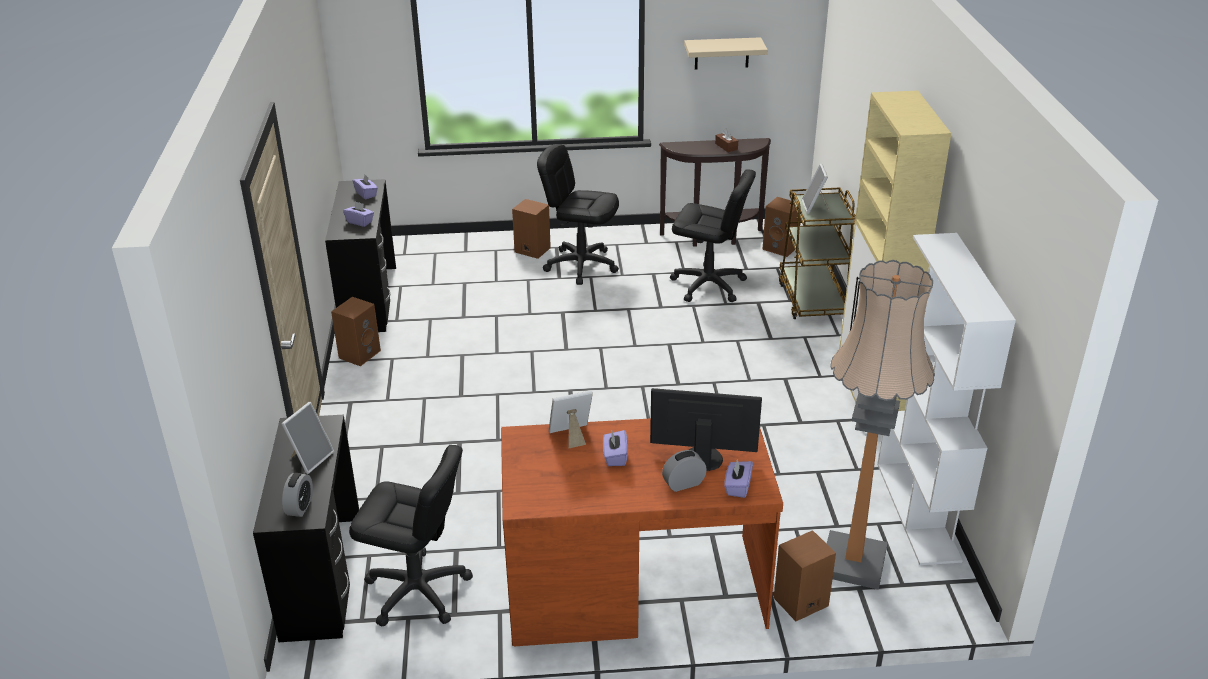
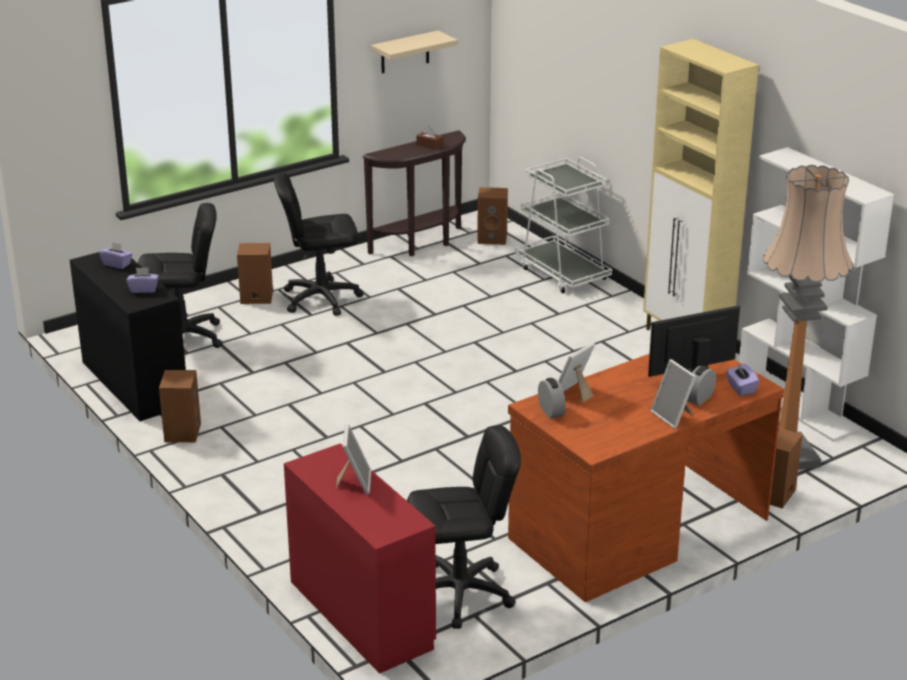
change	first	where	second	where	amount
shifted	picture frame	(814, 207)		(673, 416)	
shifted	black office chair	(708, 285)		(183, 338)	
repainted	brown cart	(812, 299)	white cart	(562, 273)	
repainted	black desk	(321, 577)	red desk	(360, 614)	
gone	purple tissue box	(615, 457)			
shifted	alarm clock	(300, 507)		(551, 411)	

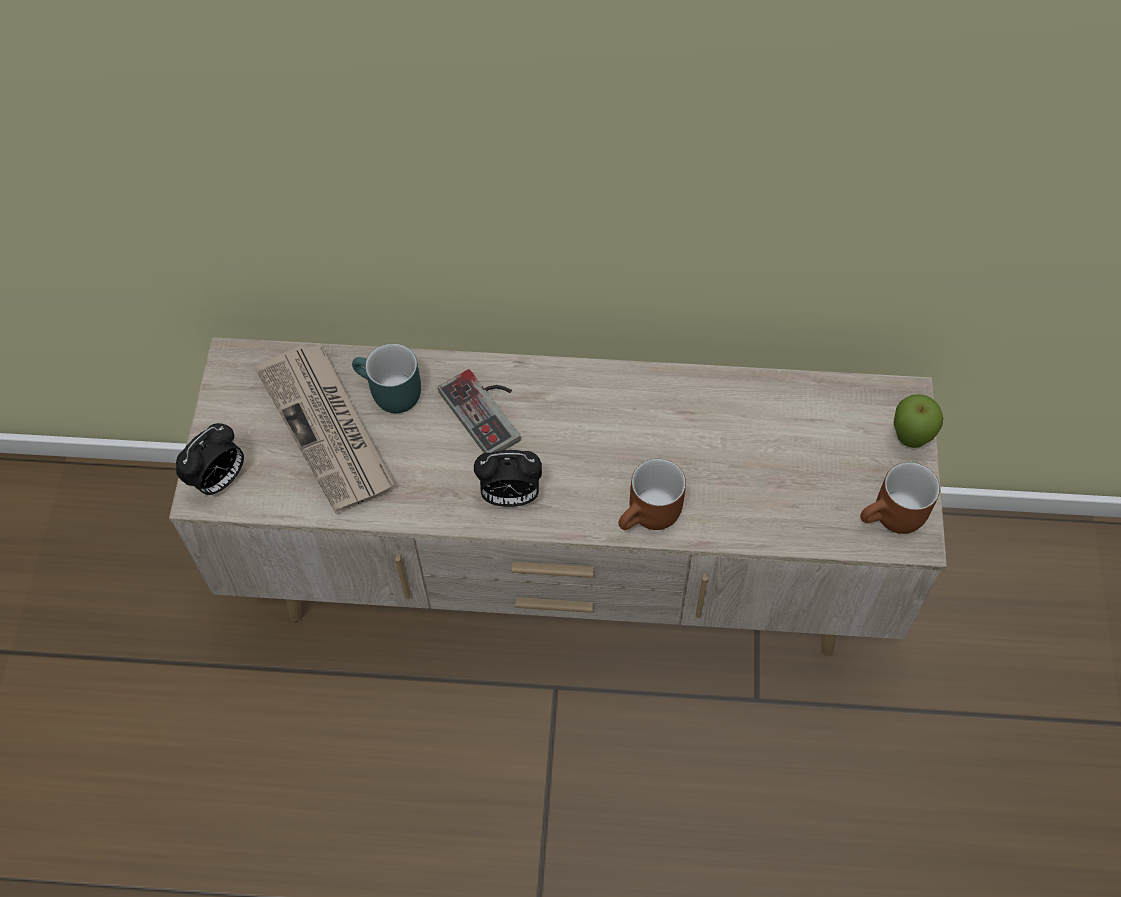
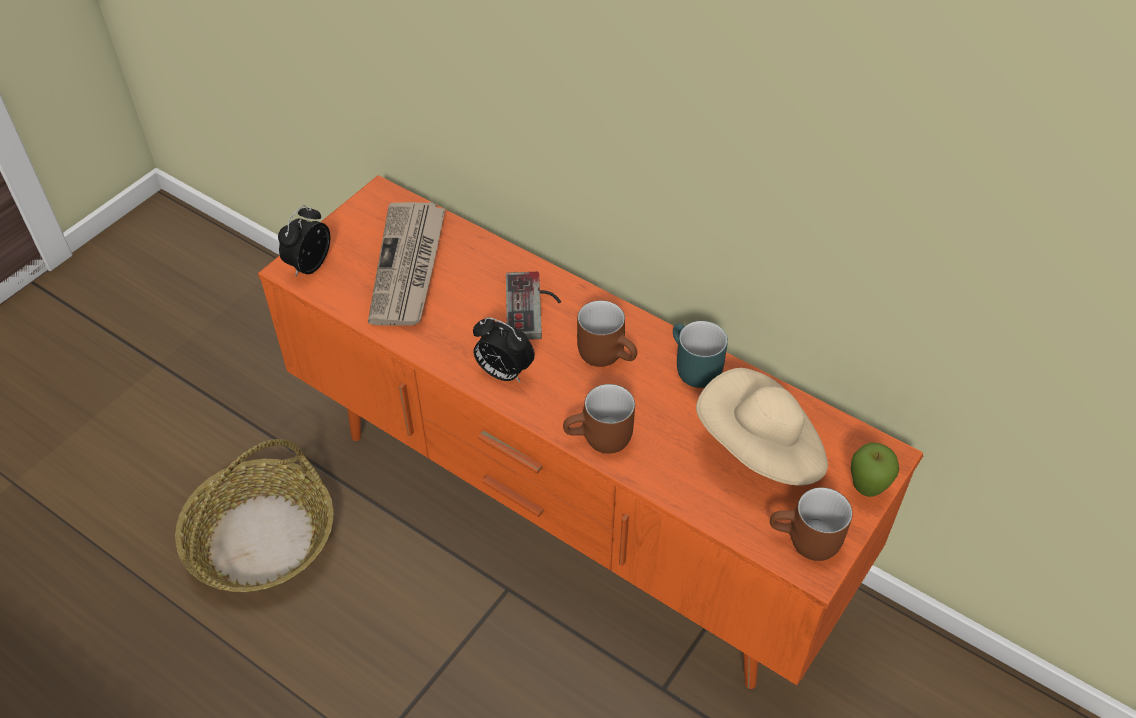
change	first	where	second	where	amount
repainted	beige tv stand	(563, 583)	orange tv stand	(568, 516)	
shifted	turquoise mug	(388, 395)		(691, 369)	
rotated	alarm clock	(219, 480)		(309, 265)	135 degrees clockwise
new			brown mug	(608, 353)	
new			beige hat	(761, 450)	
new			basket	(261, 538)	

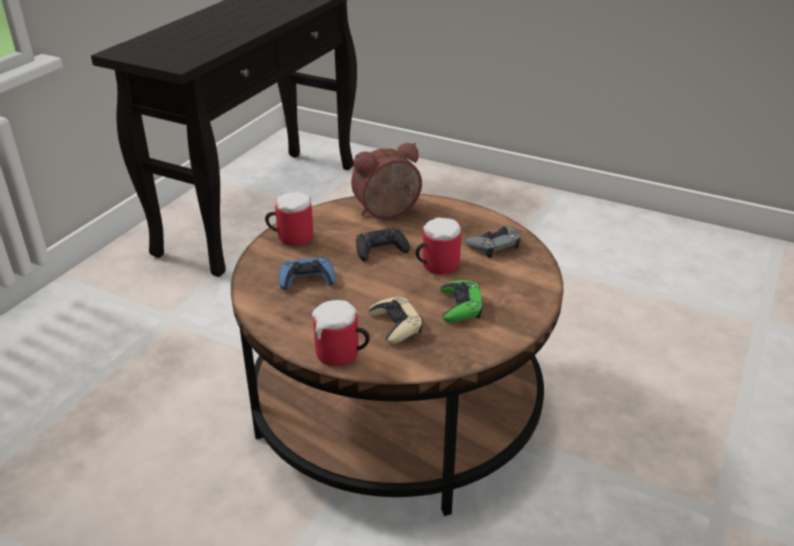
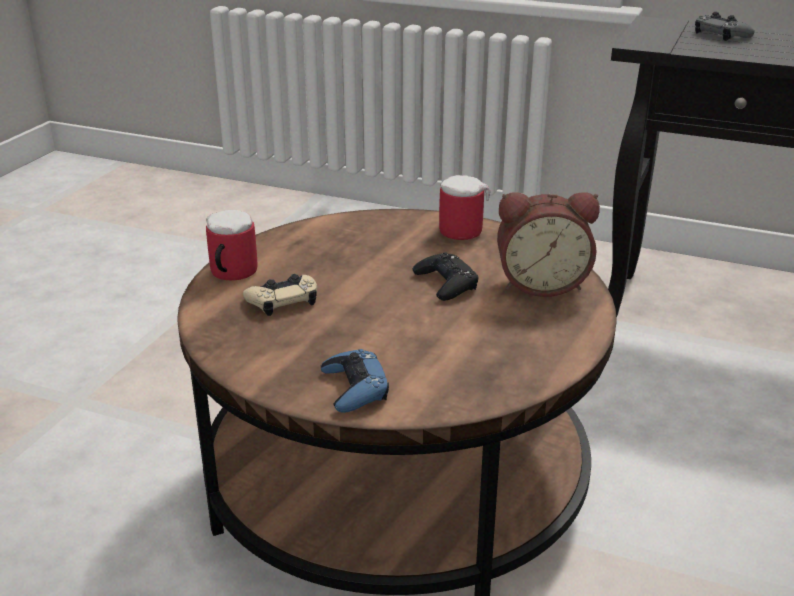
change	first	where	second	where	amount
rotated	alarm clock	(388, 213)		(541, 284)	120 degrees clockwise
gone	mug	(435, 266)			
shifted	grey game controller	(494, 245)		(721, 34)	
shifted	blue game controller	(307, 279)		(355, 388)	
gone	green game controller	(460, 306)			

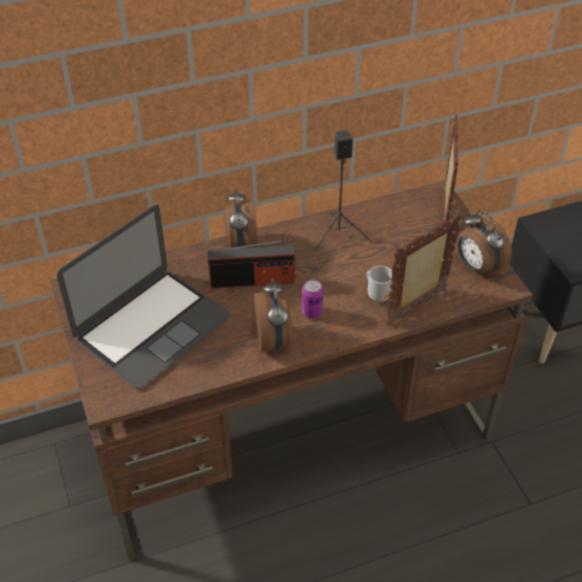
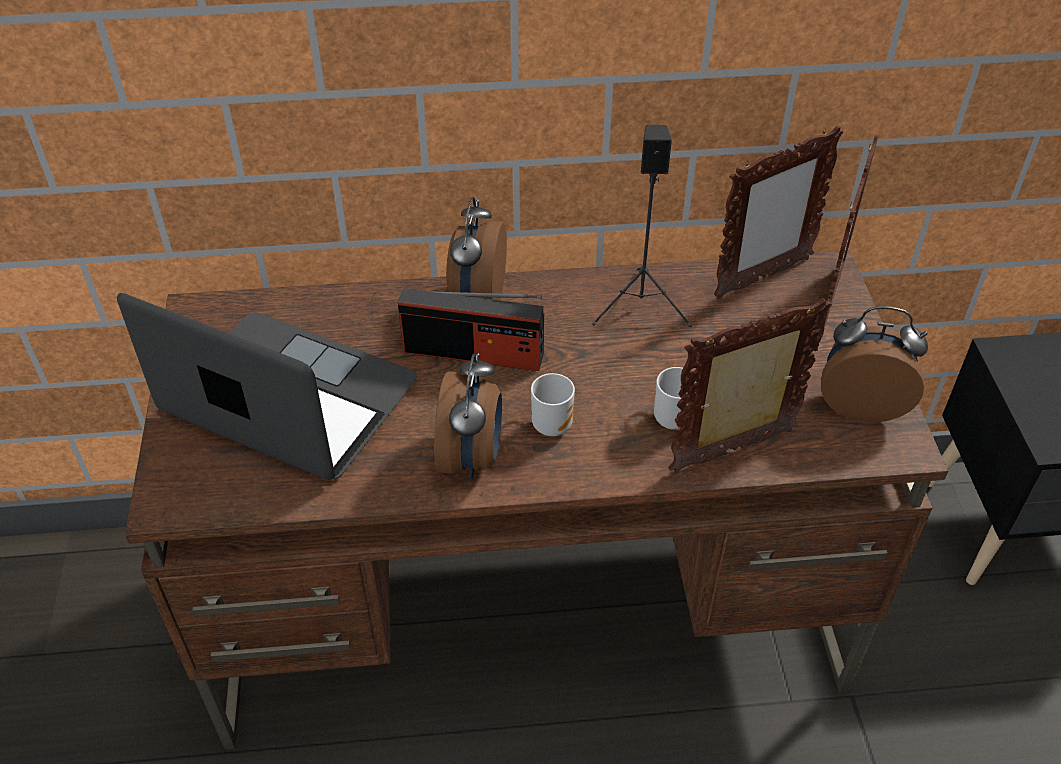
change	first	where	second	where	amount
rotated	laptop	(152, 327)		(288, 397)	120 degrees counterclockwise
rotated	alarm clock	(477, 267)		(861, 403)	120 degrees clockwise
swapped	can	(312, 312)	mug	(551, 424)	
new			picture frame	(762, 278)	

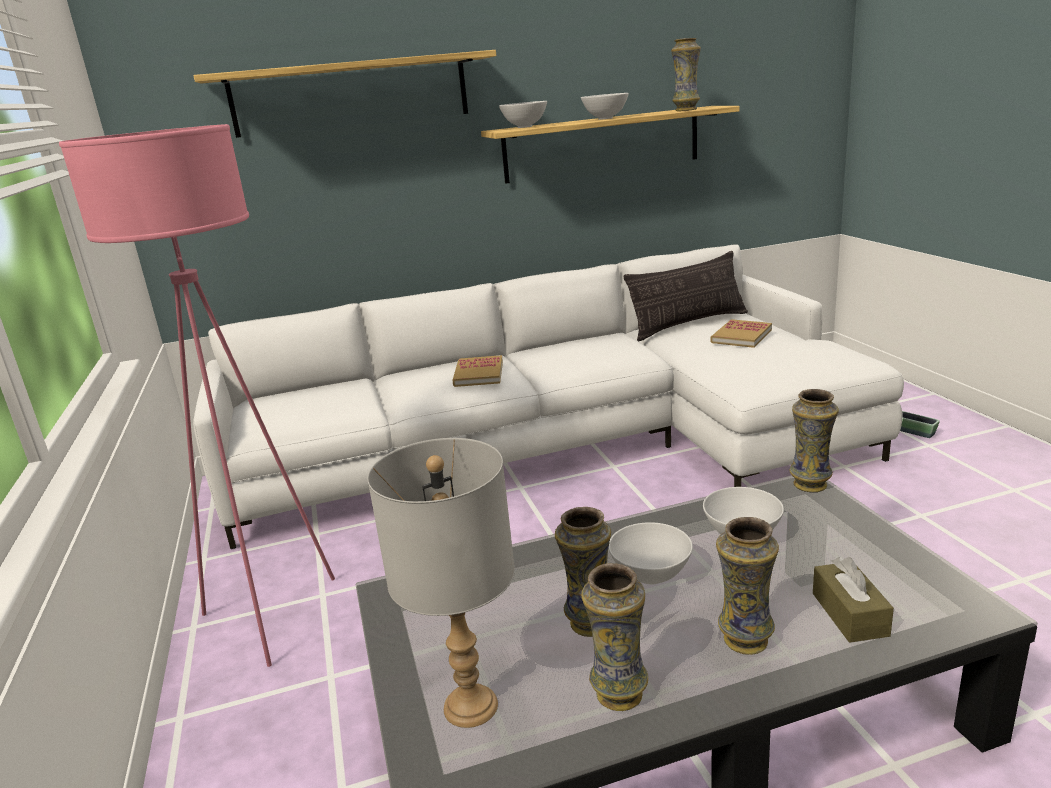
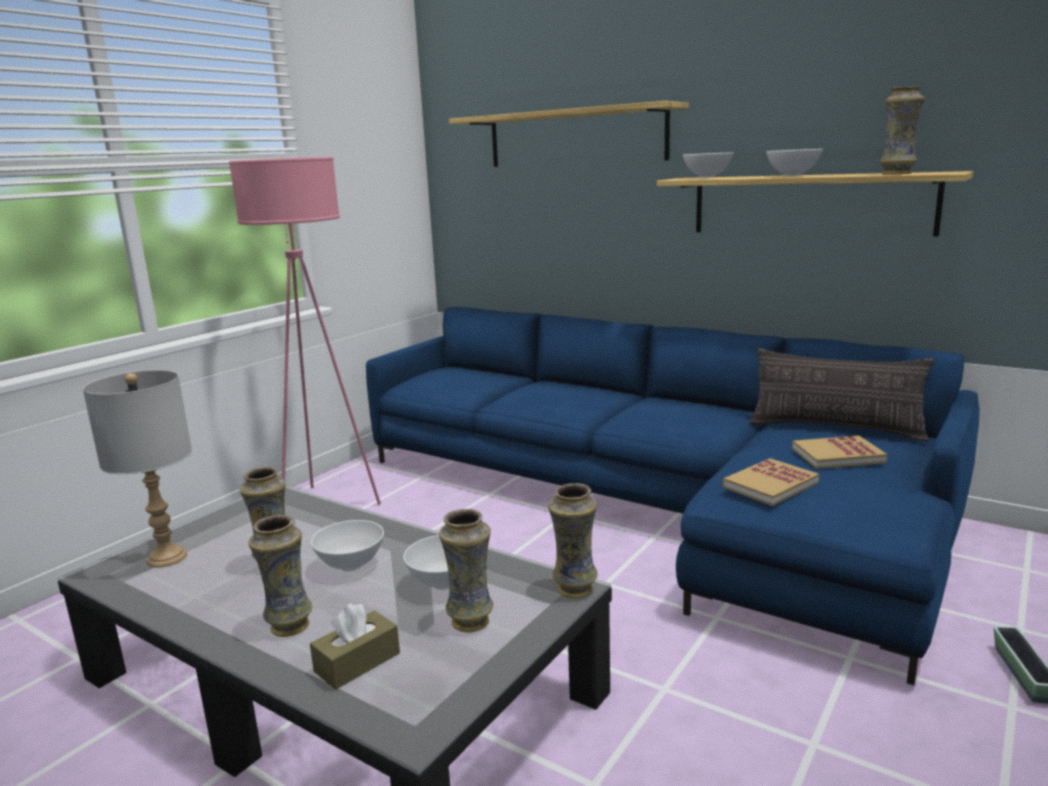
change	first	where	second	where	amount
repainted	white sofa	(564, 448)	blue sofa	(652, 505)	
shifted	book	(478, 374)		(770, 485)	
shifted	vase	(618, 693)		(471, 621)	

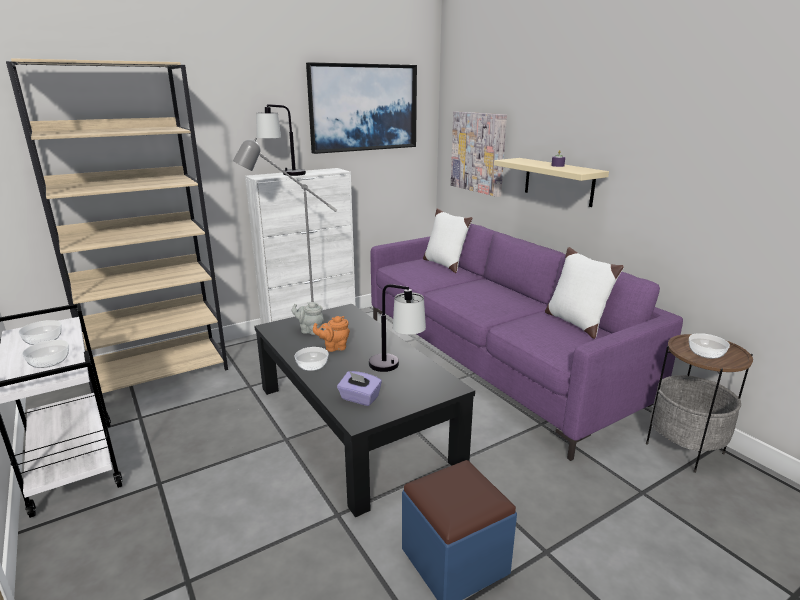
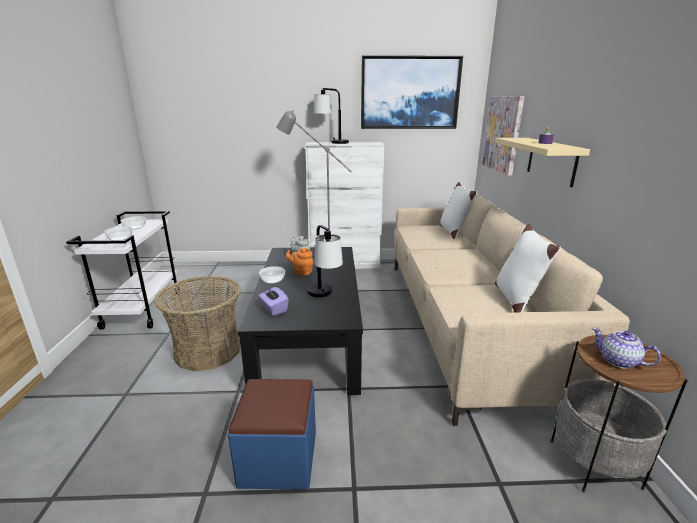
change	first	where	second	where	amount
gone	beige bookcase	(160, 372)			
repainted	purple sofa	(491, 360)	beige sofa	(463, 321)	
swapped	bowl	(706, 354)	teapot	(619, 361)	
new			basket	(208, 351)	

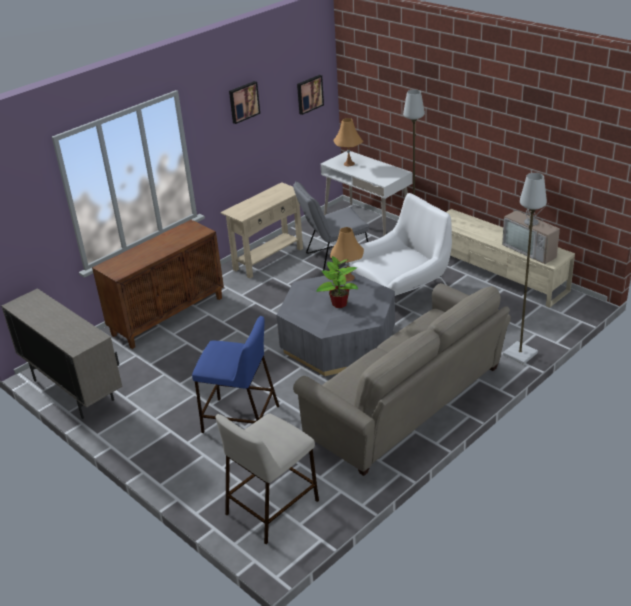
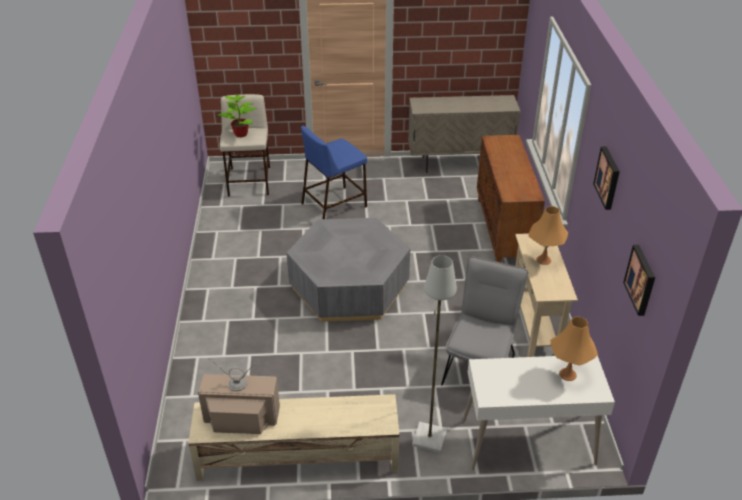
change	first	where	second	where	amount
gone	grey floor lamp	(520, 354)			
gone	white armchair	(400, 293)			
shifted	orange table lamp	(348, 277)		(543, 260)	
shifted	potted plant	(339, 303)		(241, 134)	
gone	beige sofa	(410, 405)			

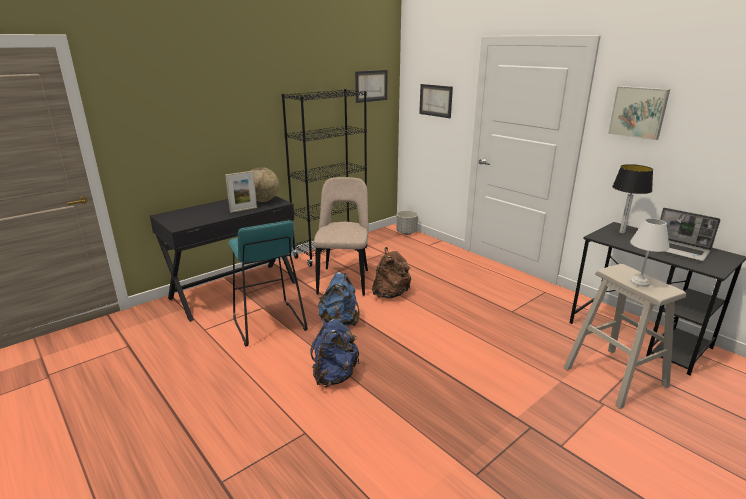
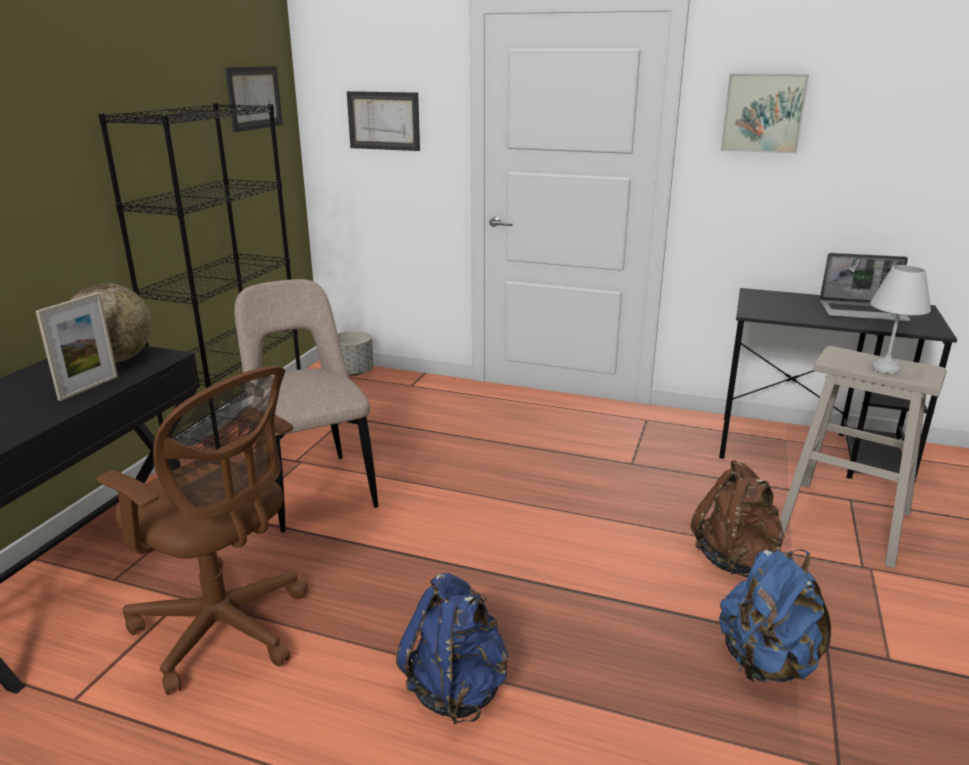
change	first	where	second	where	amount
gone	table lamp	(622, 232)			
swapped	turquoise stool	(268, 324)	brown office chair	(226, 630)	
shifted	brown backpack	(390, 294)		(735, 558)	
shifted	blue backpack	(340, 321)		(766, 663)	

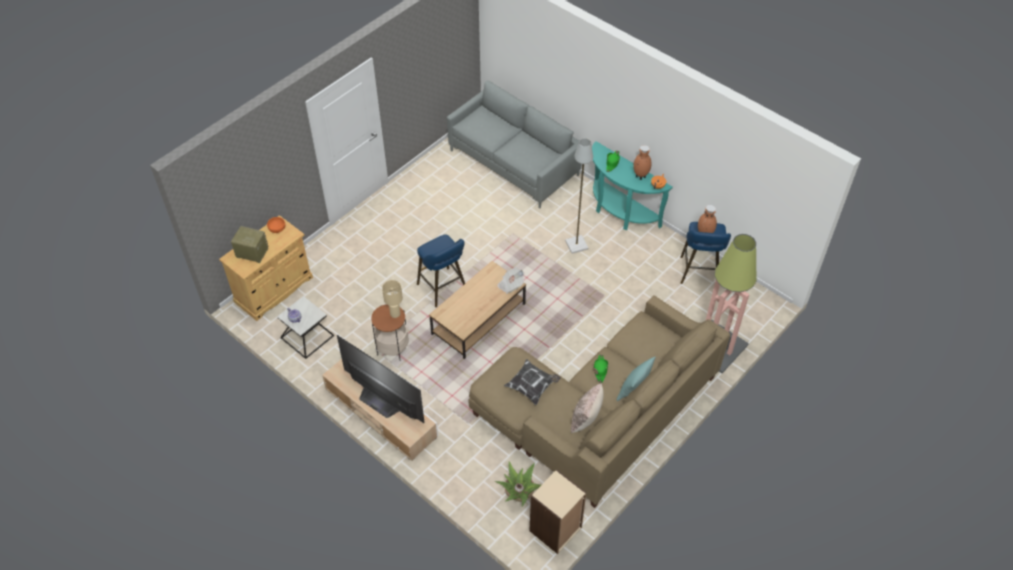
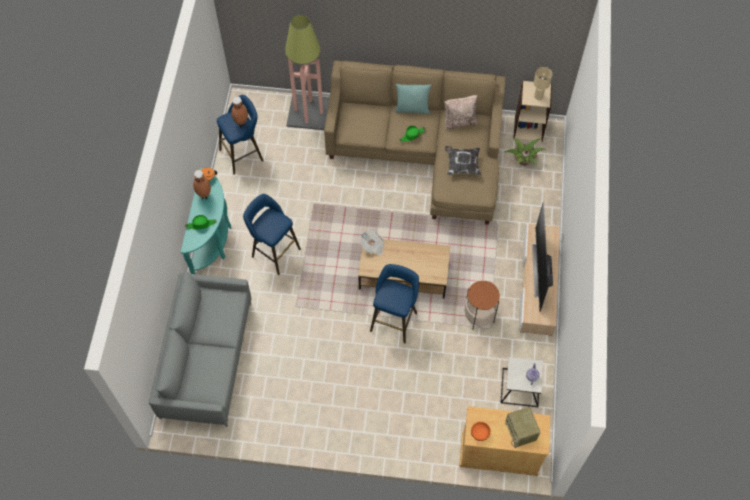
change	first	where	second	where	amount
swapped	grey floor lamp	(577, 245)	blue stool	(273, 251)	
shifted	beige table lamp	(395, 313)		(538, 97)	

